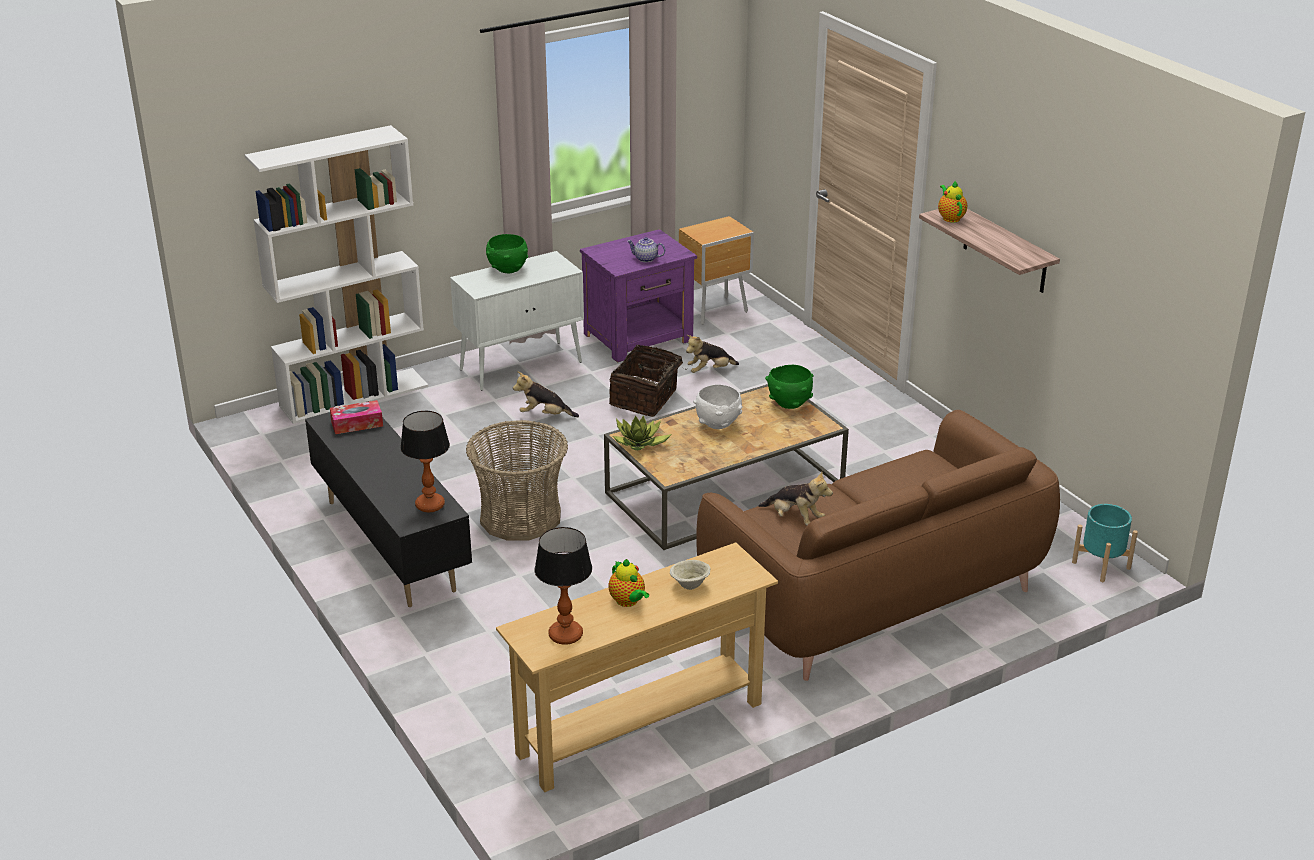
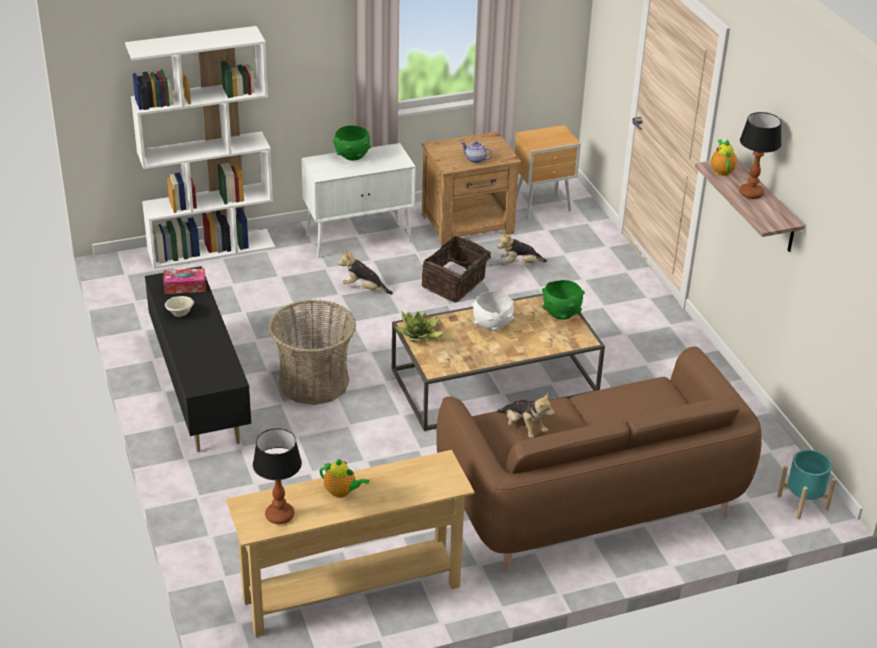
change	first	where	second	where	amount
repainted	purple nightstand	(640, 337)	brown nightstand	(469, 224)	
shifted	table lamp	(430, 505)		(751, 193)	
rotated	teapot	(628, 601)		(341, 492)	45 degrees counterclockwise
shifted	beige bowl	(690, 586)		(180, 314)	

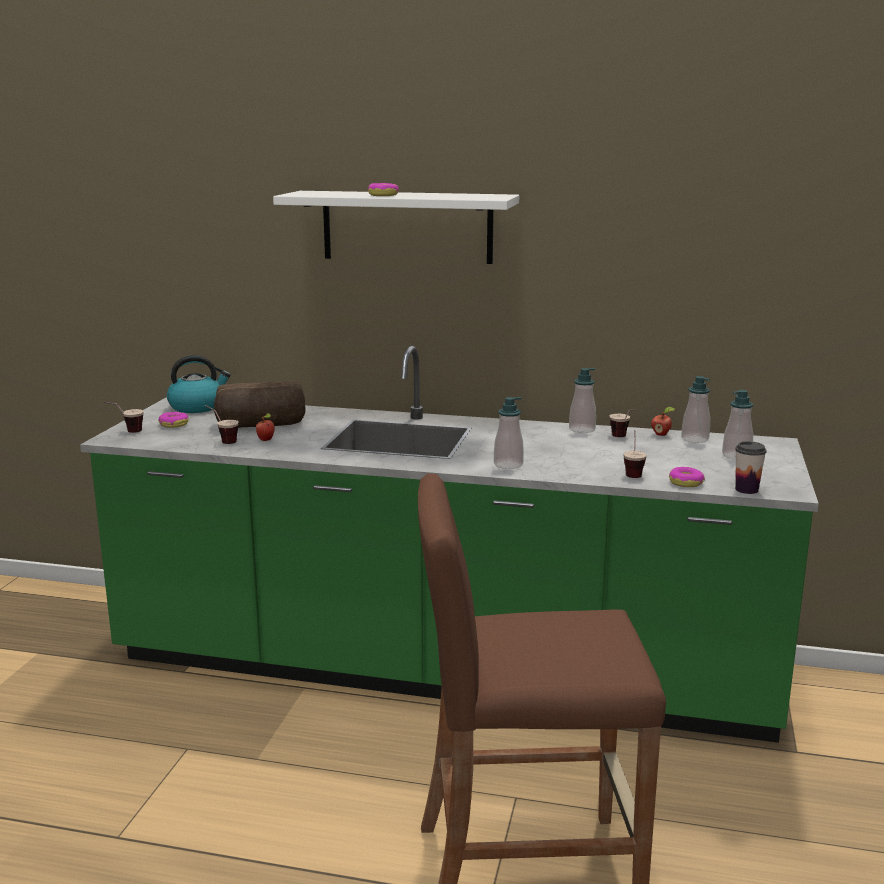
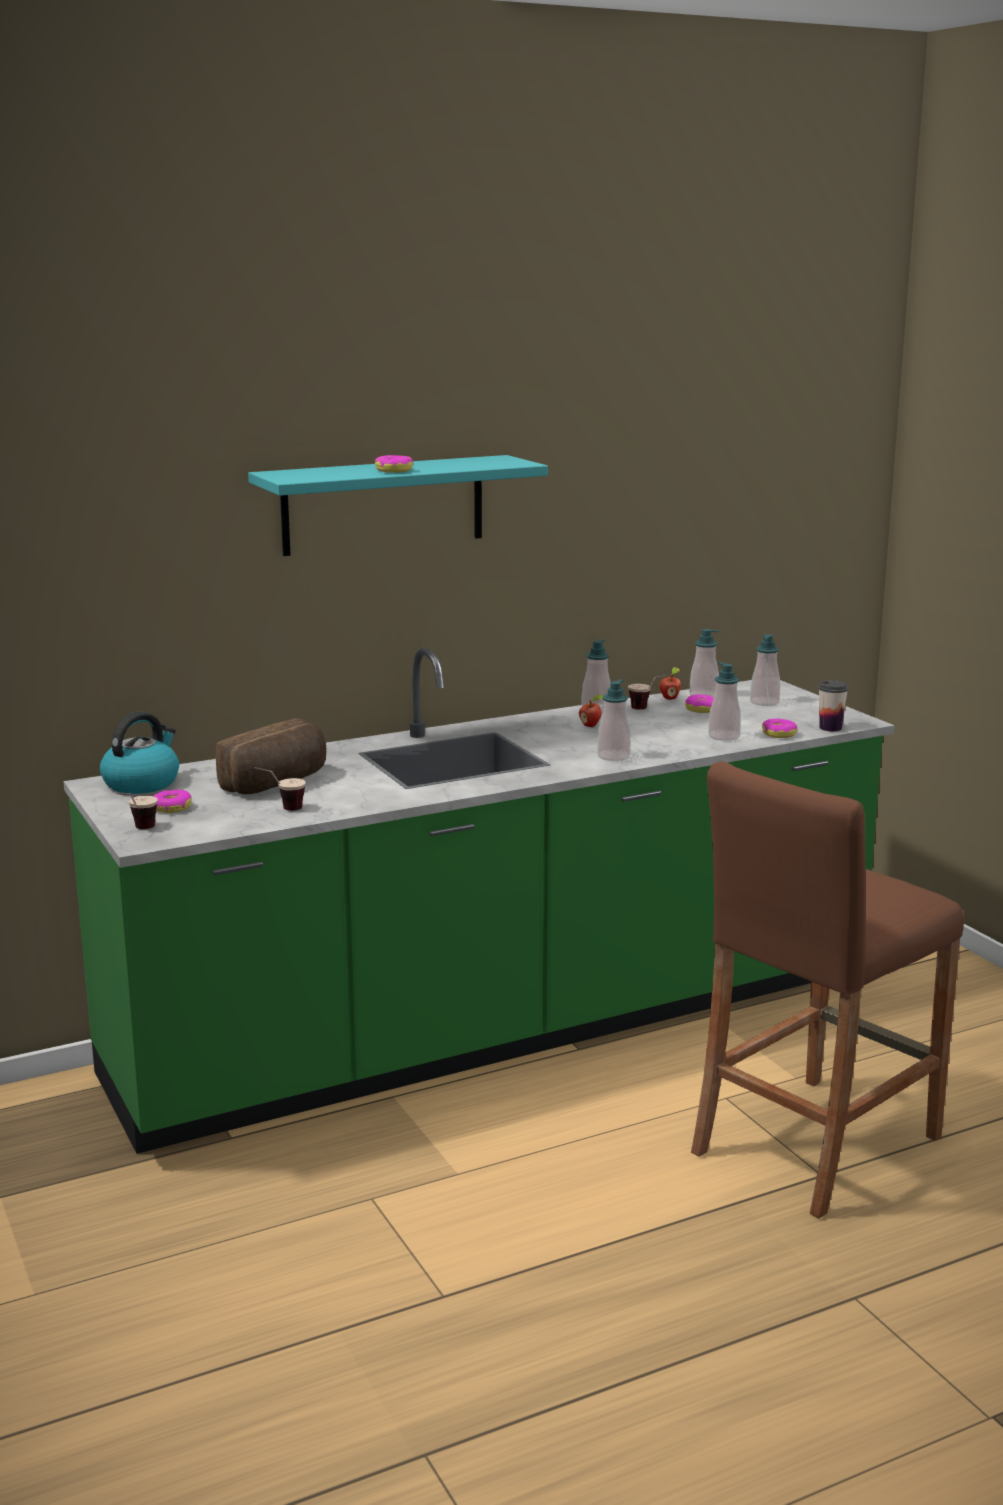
change	first	where	second	where	amount
repainted	white shelf	(407, 227)	turquoise shelf	(383, 505)	
shifted	apple	(266, 440)		(591, 726)	
swapped	cup	(633, 472)	soap dispenser	(724, 736)	
new			donut	(701, 709)	

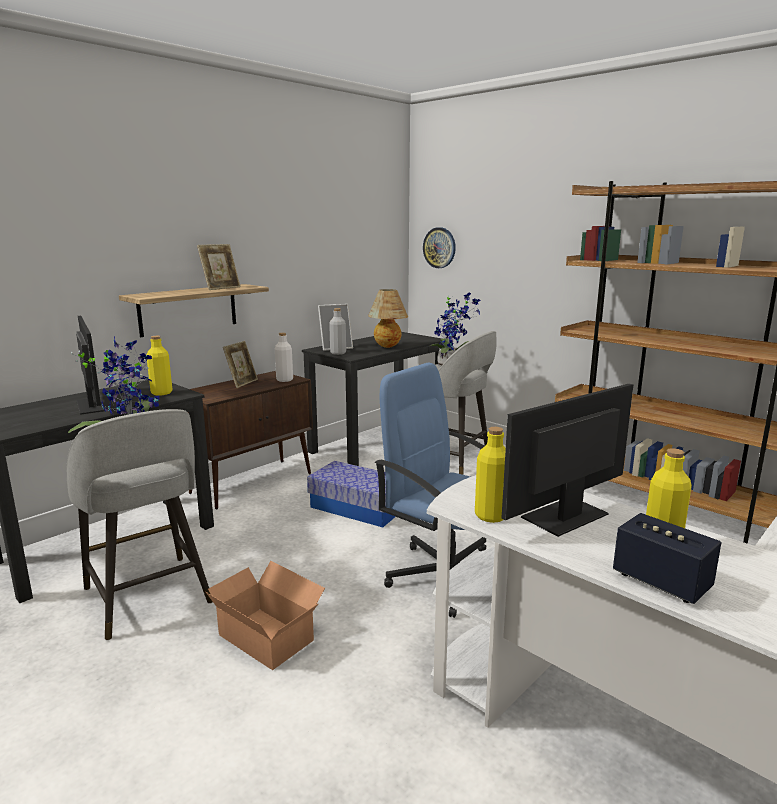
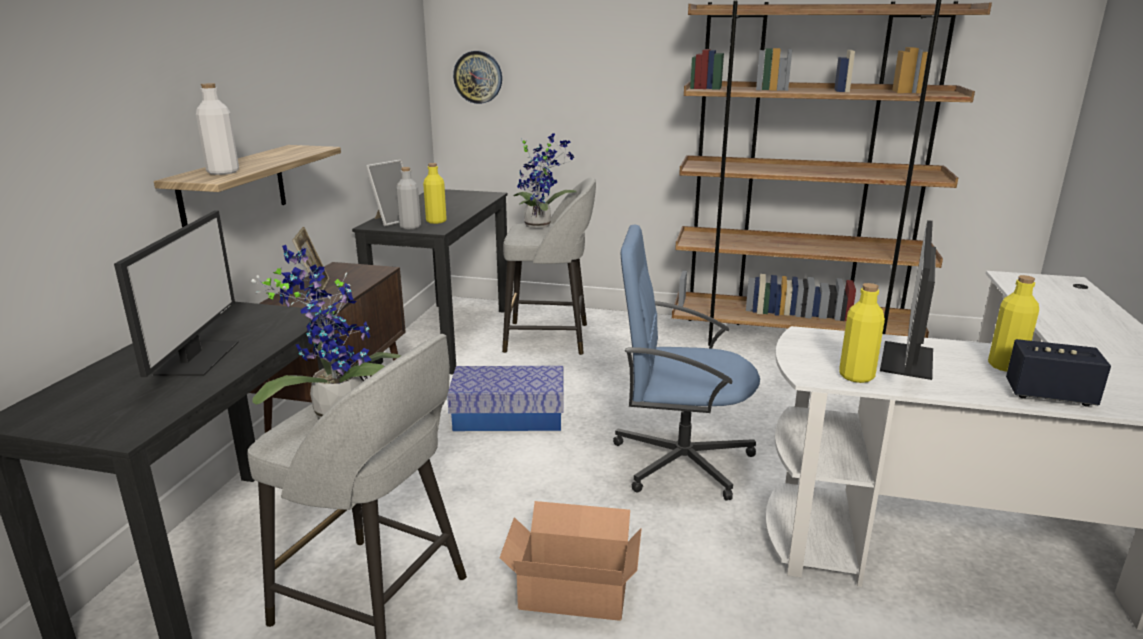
change	first	where	second	where	amount
gone	picture frame	(221, 288)			
gone	table lamp	(388, 347)			
rotated	monitor	(94, 405)		(196, 357)	60 degrees clockwise
shifted	white bottle	(284, 380)		(223, 172)	
shifted	yellow bottle	(161, 393)		(436, 221)	

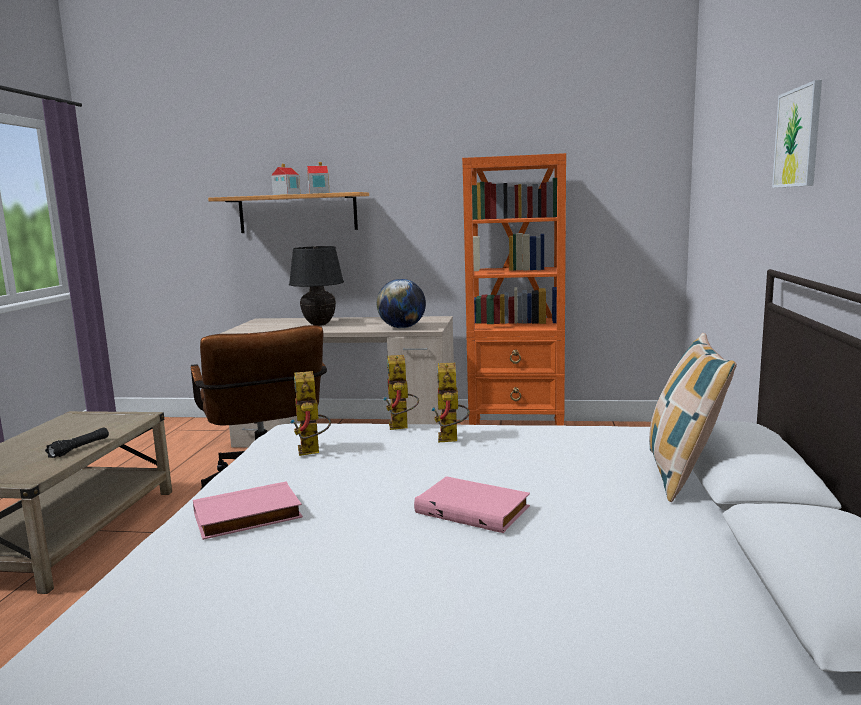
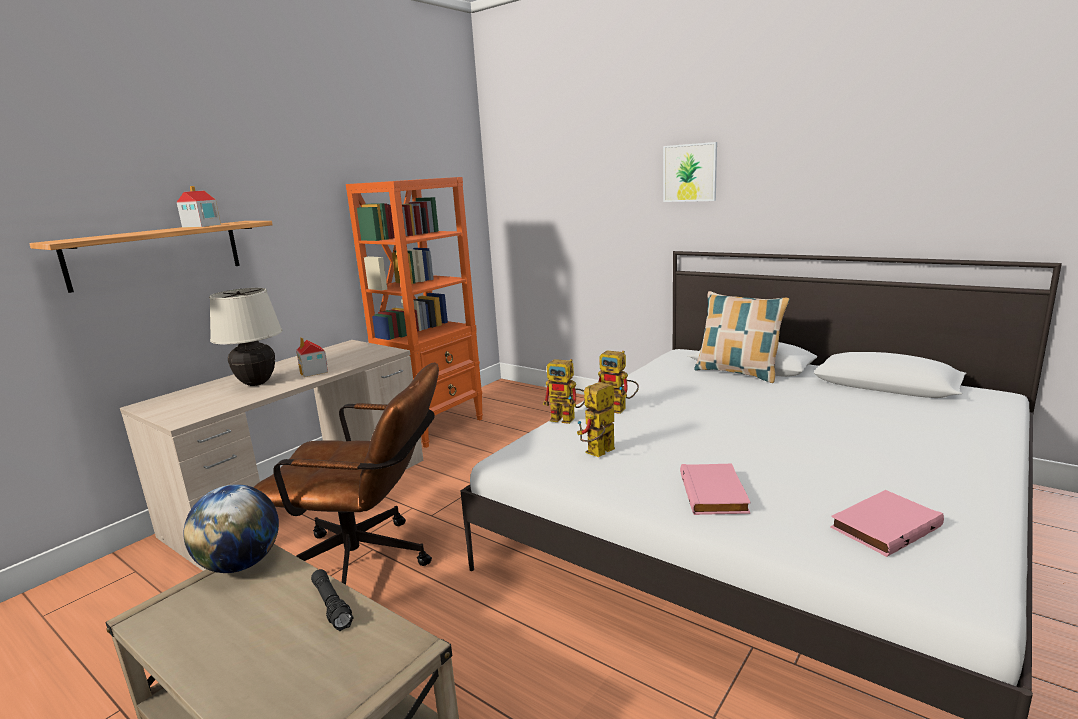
change	first	where	second	where	amount
shifted	toy house	(286, 194)		(314, 372)	
repainted	black table lamp	(319, 324)	beige table lamp	(257, 383)	
shifted	globe	(402, 328)		(241, 564)	
rotated	toy robot	(312, 452)		(598, 454)	120 degrees clockwise
shifted	pink book	(474, 509)		(883, 526)	

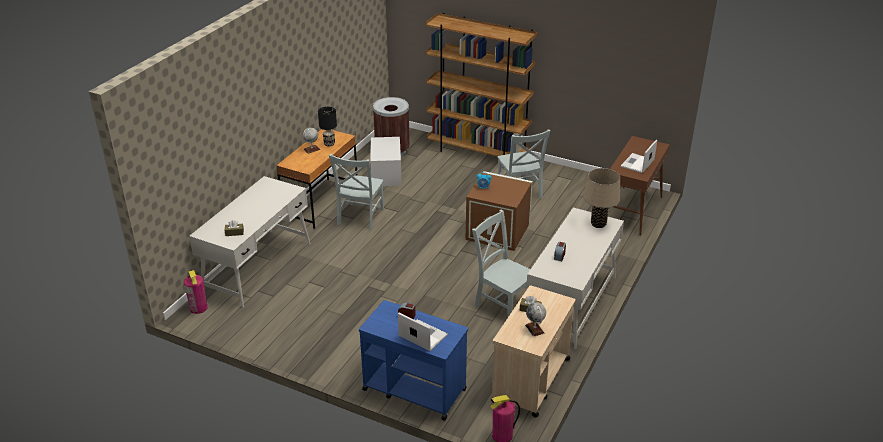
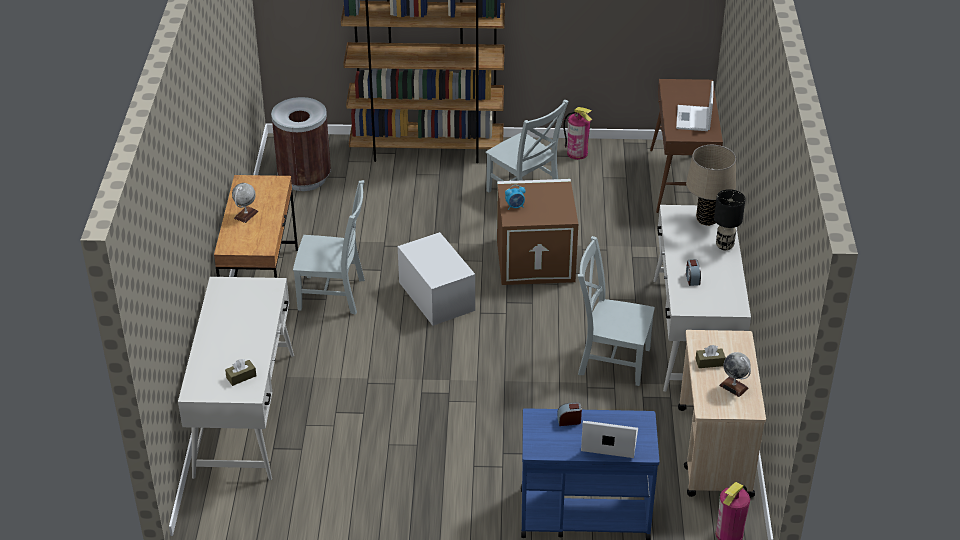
change	first	where	second	where	amount
shifted	black table lamp	(329, 144)		(724, 246)	
shifted	white storage box	(386, 173)		(436, 296)	
rotated	grey chair	(360, 218)		(335, 295)	75 degrees counterclockwise
shifted	fire extinguisher	(198, 307)		(577, 153)	

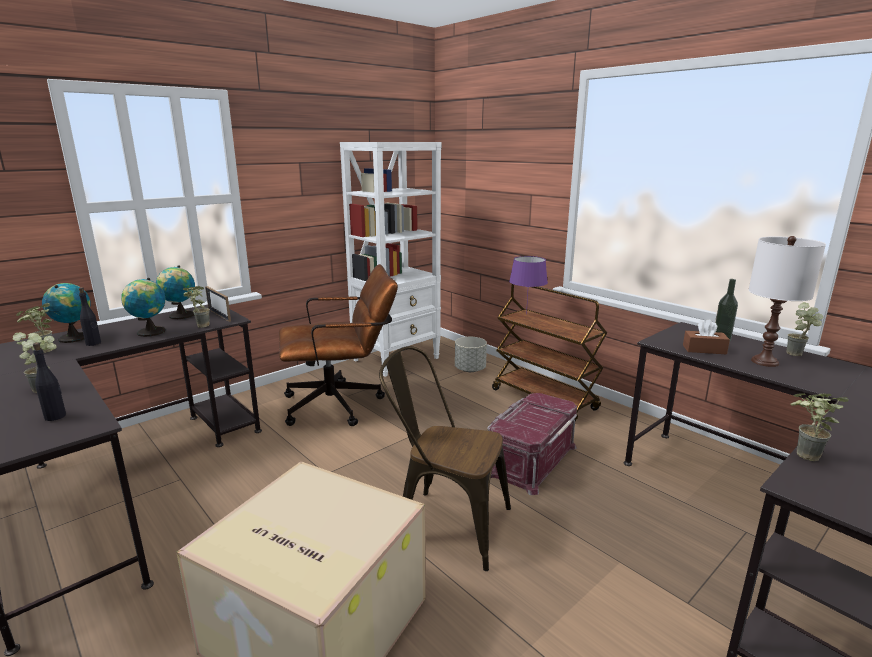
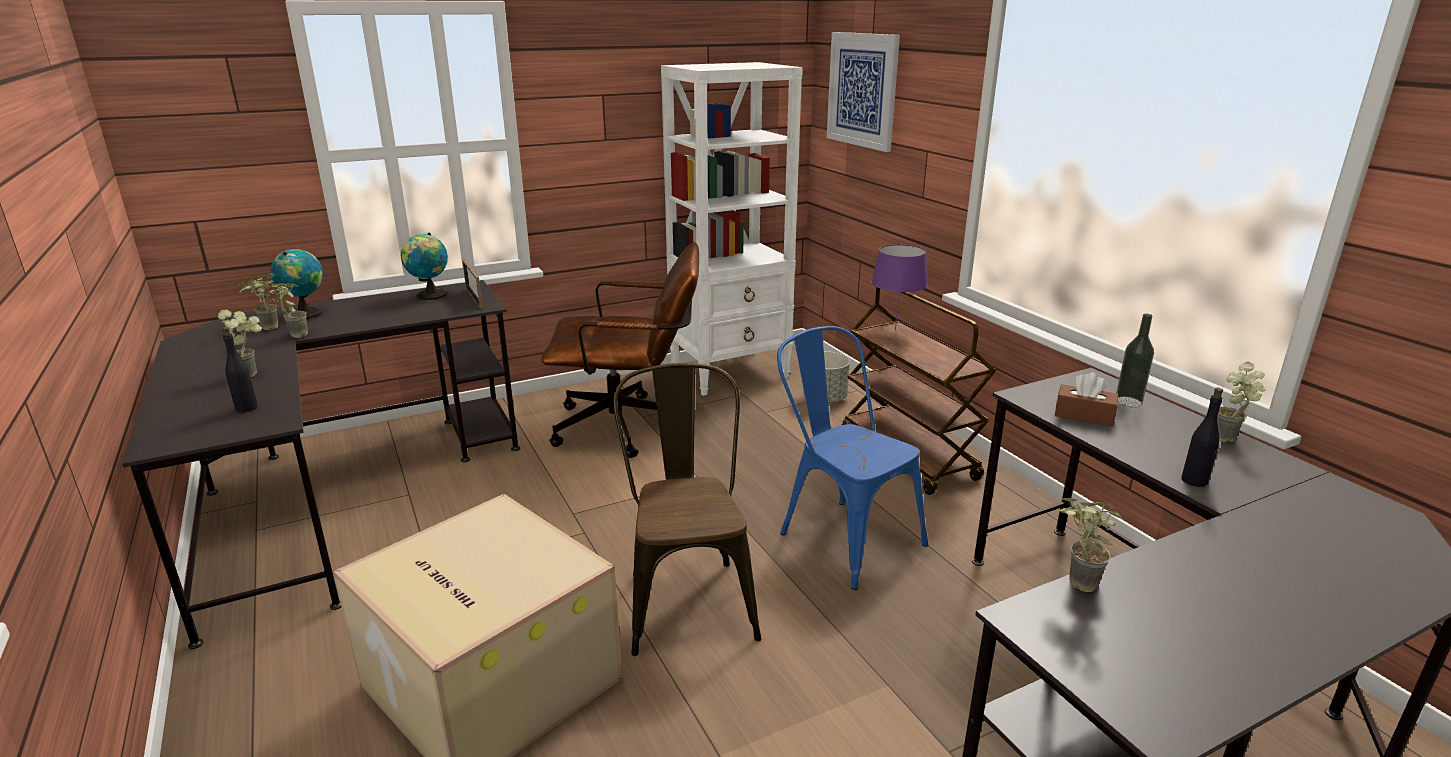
change	first	where	second	where	amount
gone	white table lamp	(765, 361)			
gone	globe	(149, 332)			
shifted	potted plant	(199, 326)		(294, 335)	
shifted	black bottle	(93, 343)		(1194, 481)	
rotated	brown chair	(444, 523)		(687, 597)	45 degrees clockwise
swapped	red storage box	(530, 459)	blue chair	(842, 535)	
new			picture	(862, 90)	

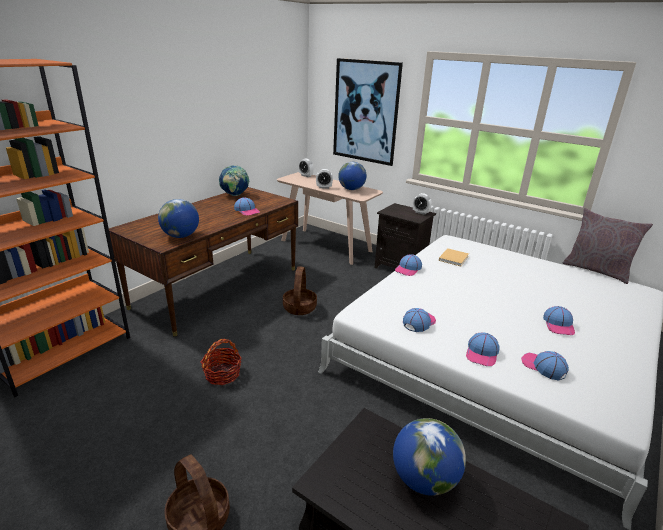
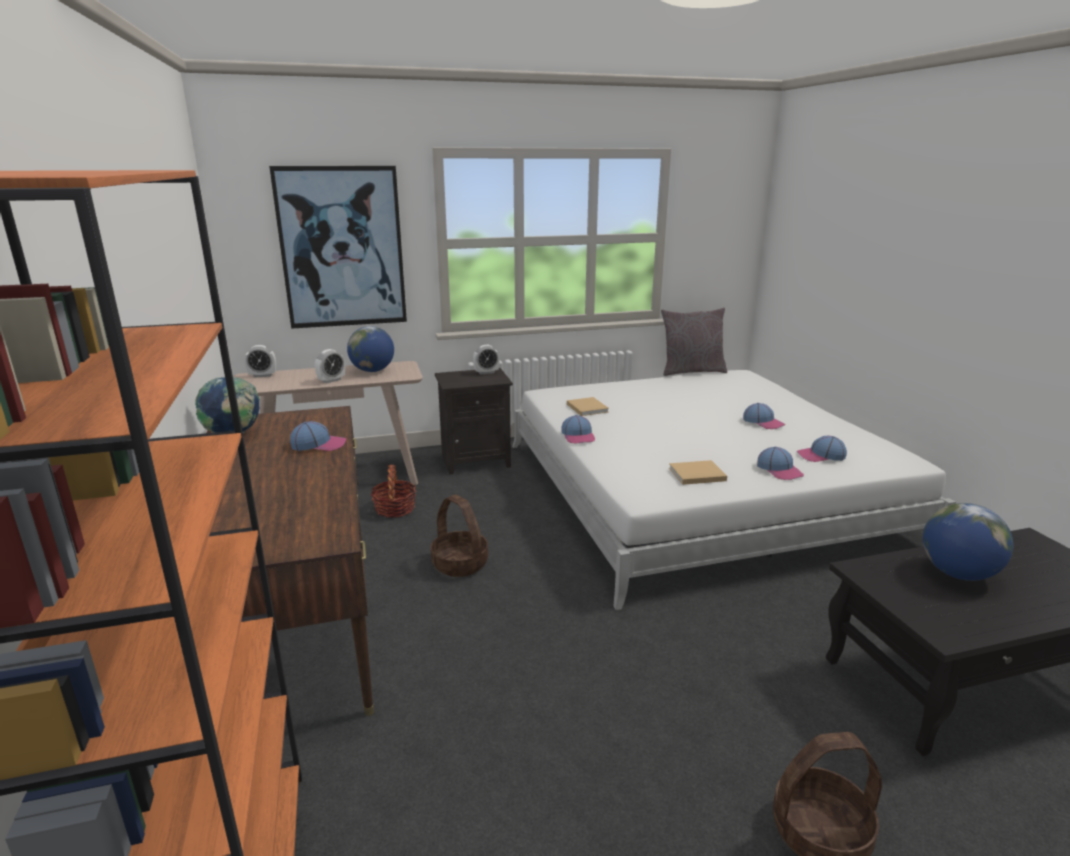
change	first	where	second	where	amount
gone	globe	(181, 236)			
swapped	cap	(419, 322)	beige book	(695, 474)	
shifted	basket	(222, 374)		(395, 509)	

